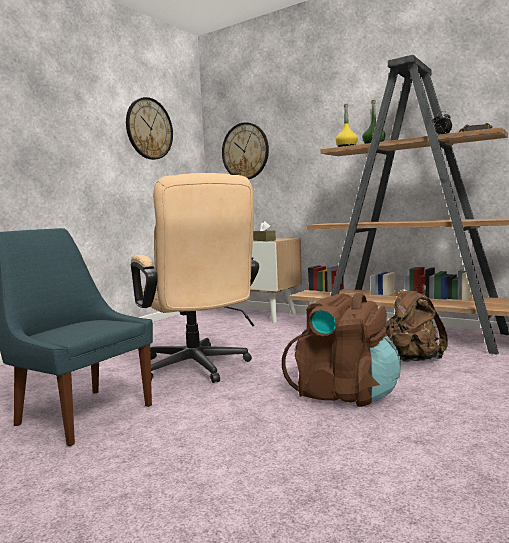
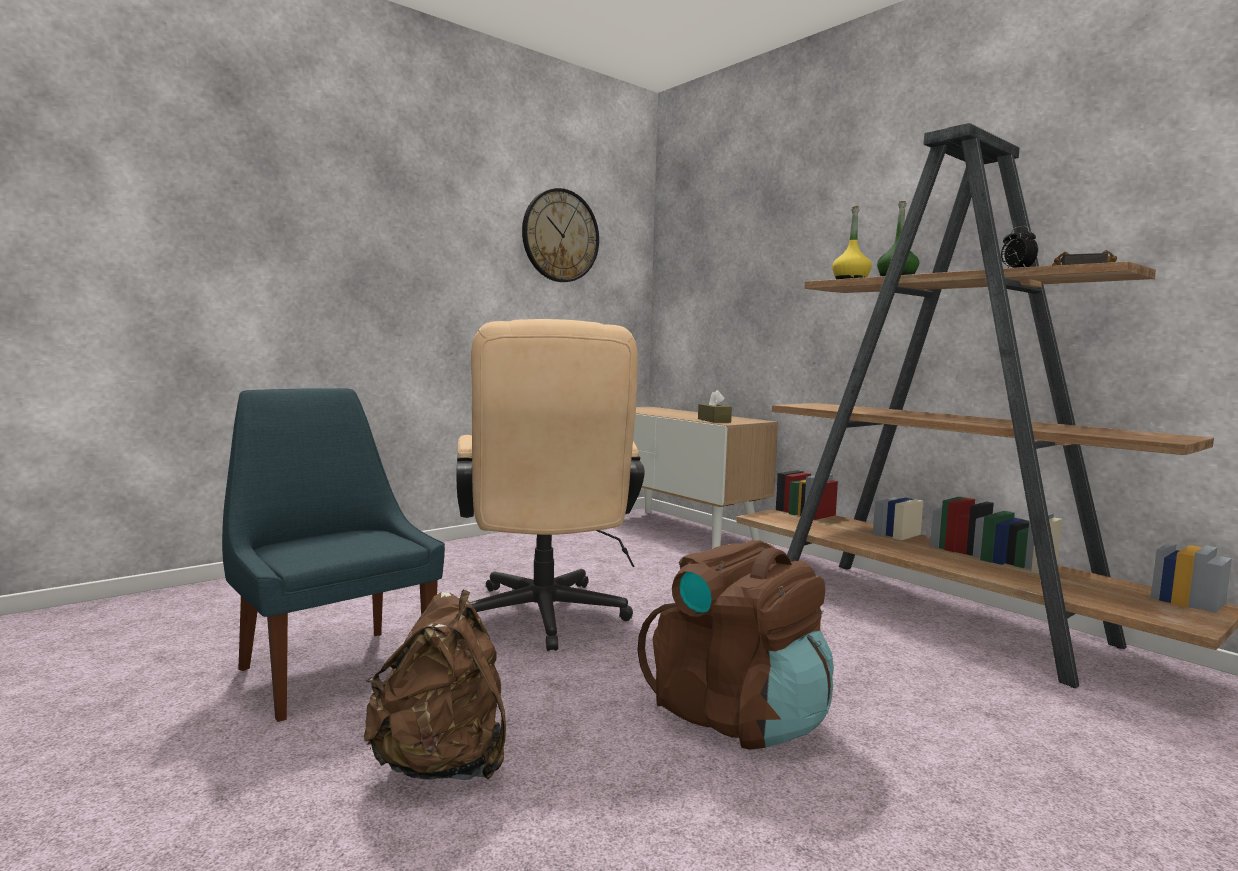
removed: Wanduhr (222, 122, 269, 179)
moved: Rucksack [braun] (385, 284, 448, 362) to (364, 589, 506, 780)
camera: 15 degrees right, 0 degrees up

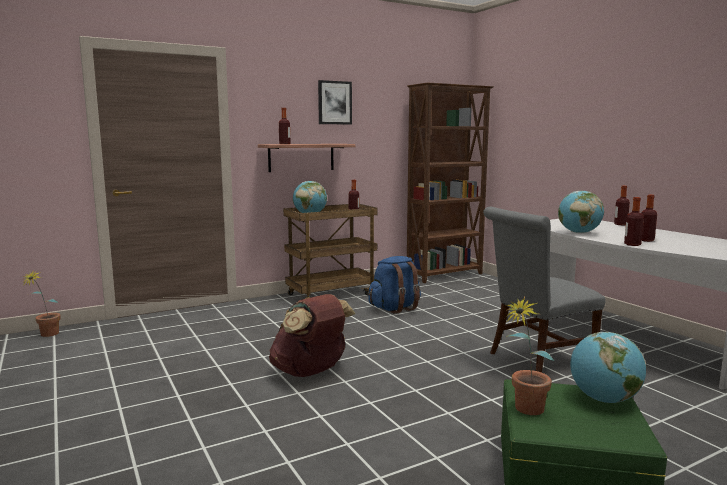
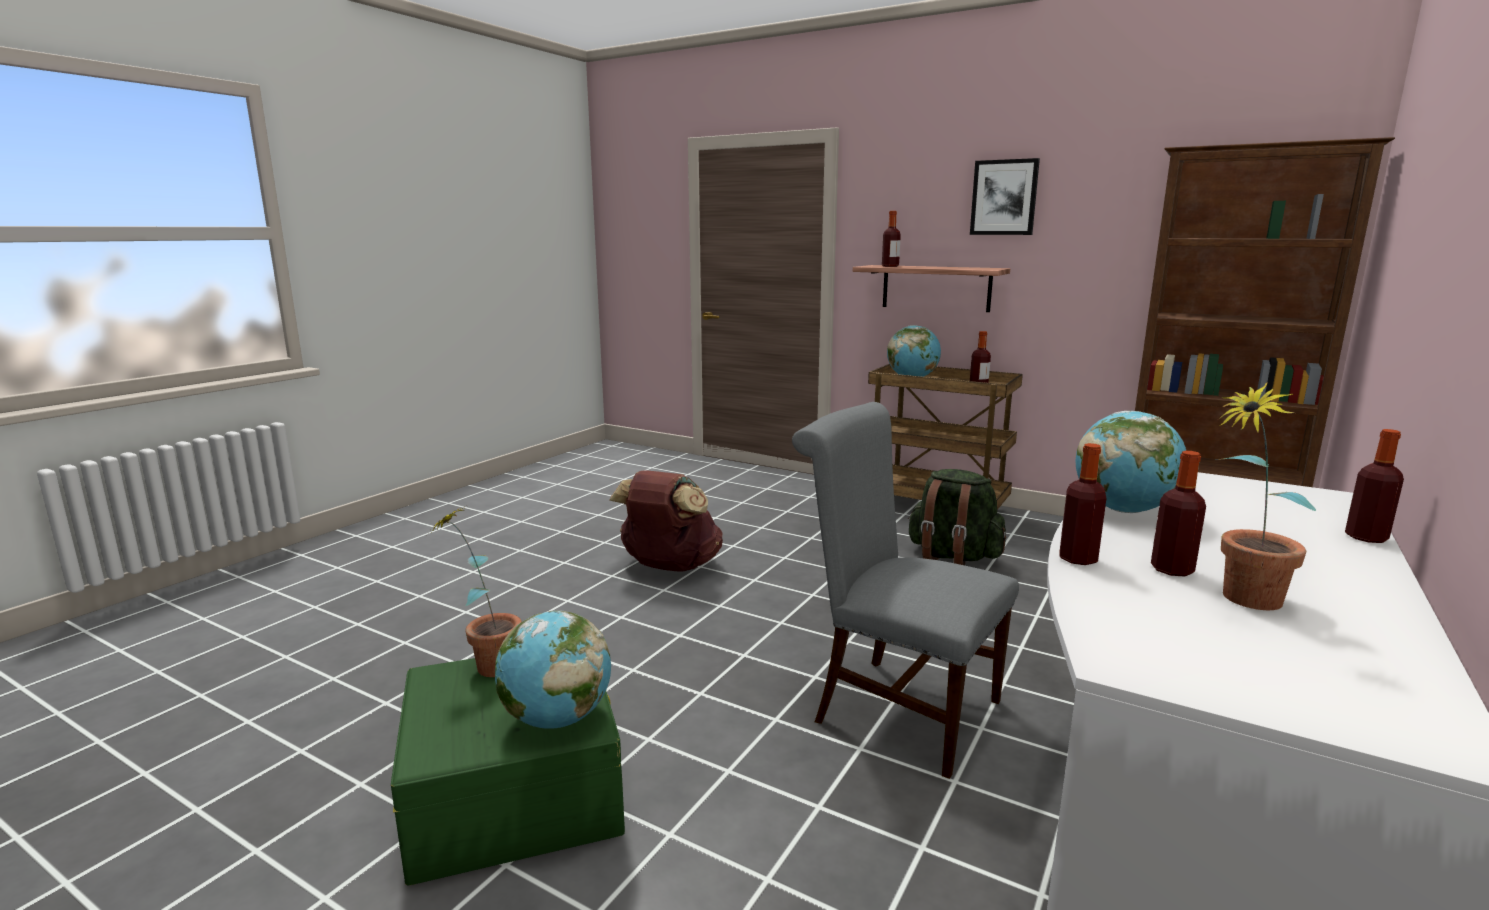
moved: Topfpflanze (22, 271, 61, 337) to (1217, 382, 1316, 610)
recoloured: Rucksack [blau] (368, 256, 421, 314) to Rucksack [grün] (908, 469, 1006, 565)
camera: 60 degrees right, 5 degrees up

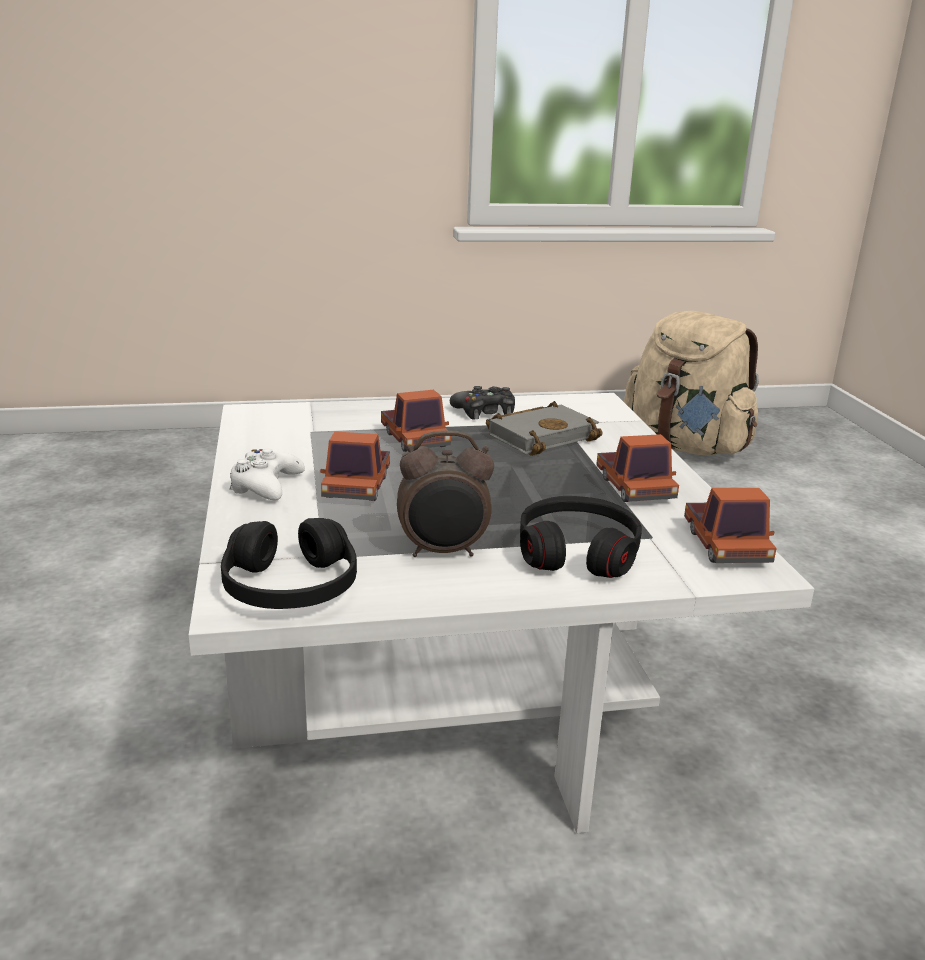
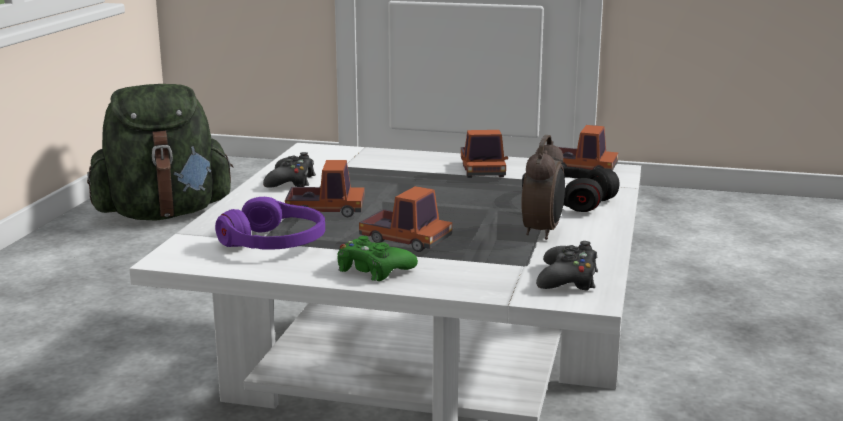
removed: Buch [grau] (486, 401, 603, 456)
added: Kopfhörer [lila] (215, 197, 325, 250)
replaced: Kopfhörer [schwarz] (221, 518, 357, 609) to Gamepad [schwarz] (536, 241, 598, 290)
recoloured: Rucksack [beige] (624, 311, 759, 456) to Rucksack [grün] (87, 84, 234, 221); Gamepad [weiß] (230, 448, 305, 500) to Gamepad [grün] (337, 236, 418, 281)
turned: Spielzeuglaster (596, 434, 679, 502) = (461, 130, 508, 178) 75 degrees clockwise
camera: 65 degrees left, 5 degrees down

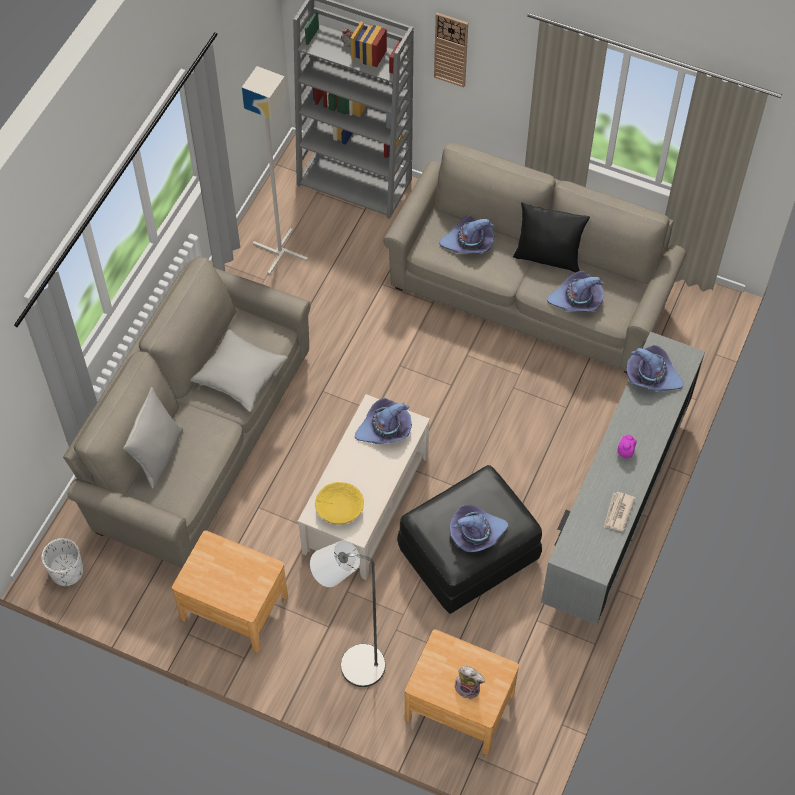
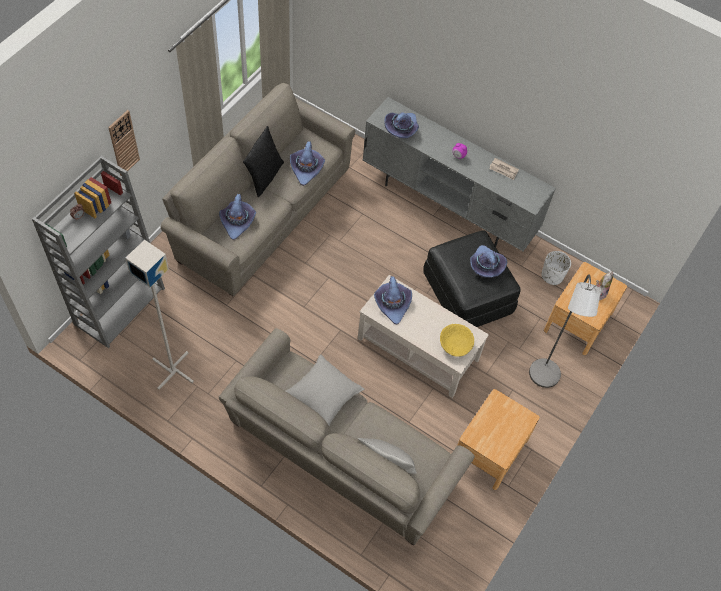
moved: Pflanzkübel [weiß] (42, 538, 83, 586) to (541, 251, 571, 285)
camera: 85 degrees left, 0 degrees up

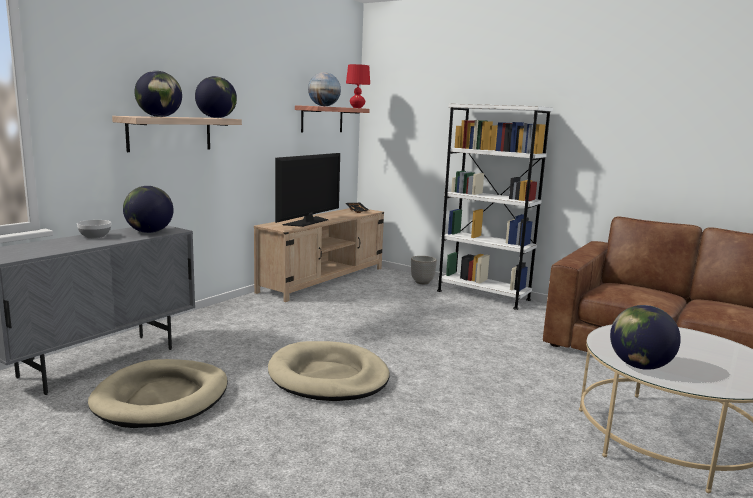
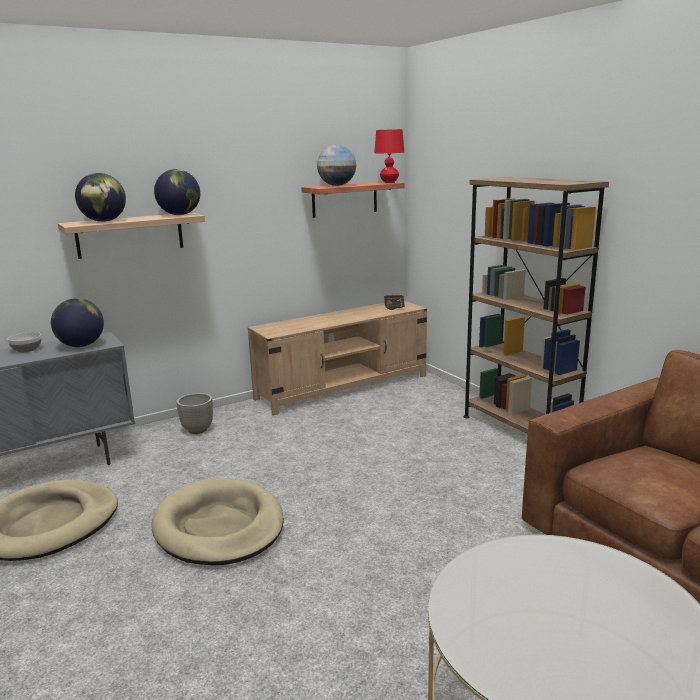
removed: Fernseher (275, 153, 340, 227); Globus (610, 305, 681, 370)
moved: Pflanzkübel (411, 256, 437, 284) to (177, 393, 213, 434)
recoloured: Bücherregal [weiß] (437, 104, 553, 310) to Bücherregal [braun] (464, 177, 609, 434)
camera: 25 degrees right, 5 degrees up

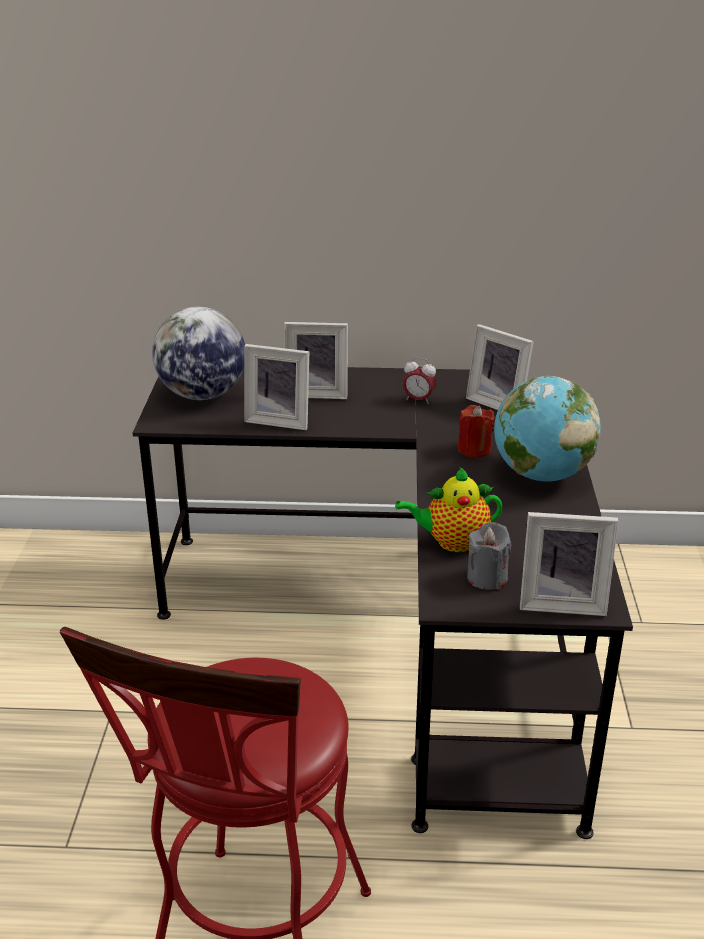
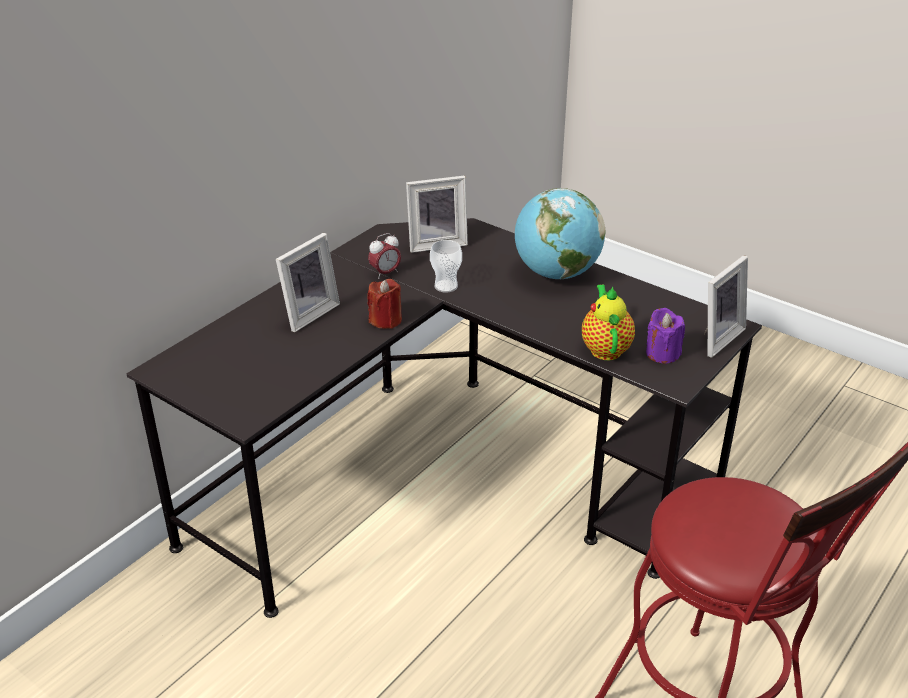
removed: Globus (152, 307, 245, 400); Bilderrahmen (245, 344, 309, 430)
added: Tasse (430, 240, 462, 293)
moved: Kerze [rot] (458, 405, 495, 457) to (367, 279, 402, 329)
recoloured: Kerze [grau] (467, 522, 511, 590) to Kerze [lila] (646, 308, 685, 364)
turned: Teekanne (395, 467, 503, 552) = (582, 285, 635, 360) 150 degrees clockwise
camera: 55 degrees left, 5 degrees up

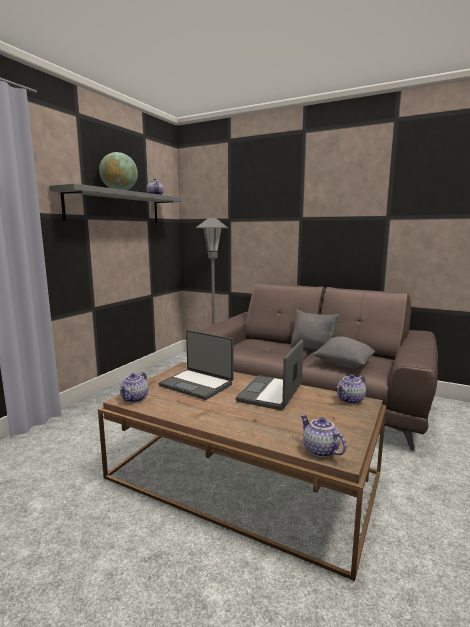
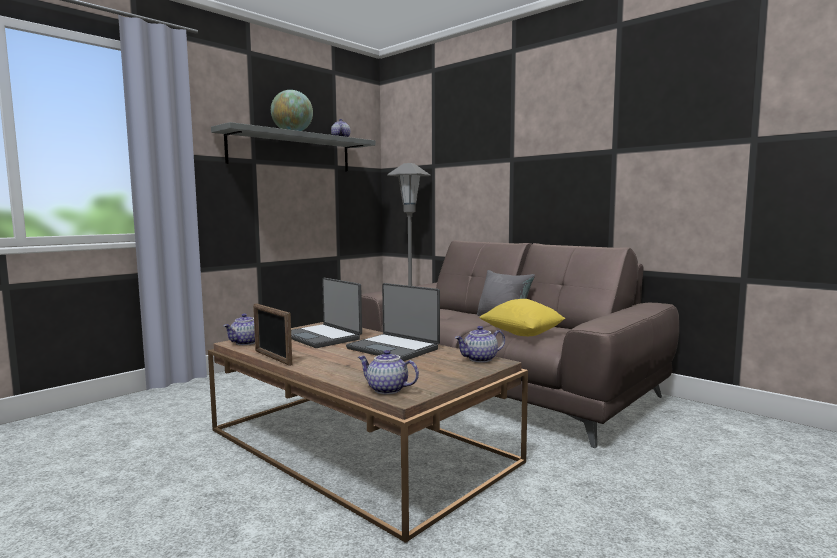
added: Bilderrahmen (253, 303, 292, 366)
recoloured: Kissen [grau] (312, 336, 375, 368) to Kissen [gelb] (479, 299, 565, 336)
turned: Laptop (236, 340, 304, 410) = (346, 283, 440, 361) 90 degrees counterclockwise; Teekanne (300, 414, 347, 457) = (358, 350, 419, 394) 45 degrees counterclockwise
camera: 15 degrees right, 5 degrees down

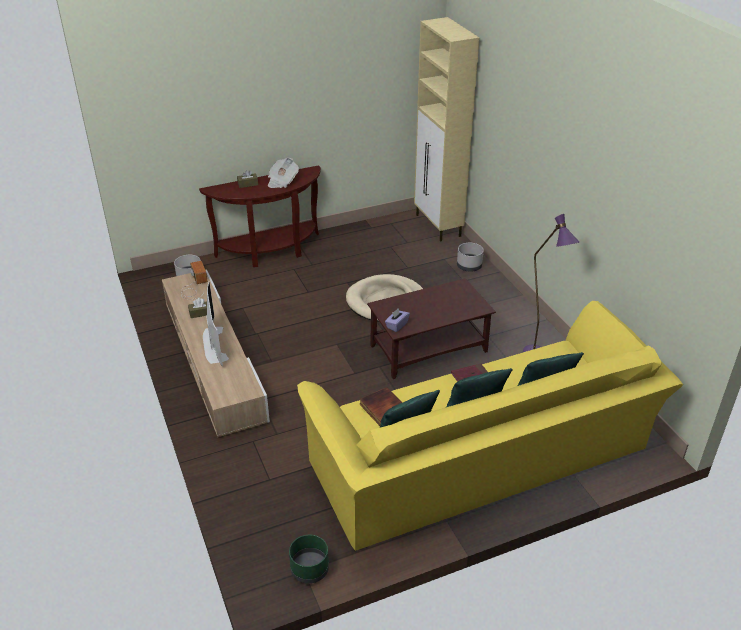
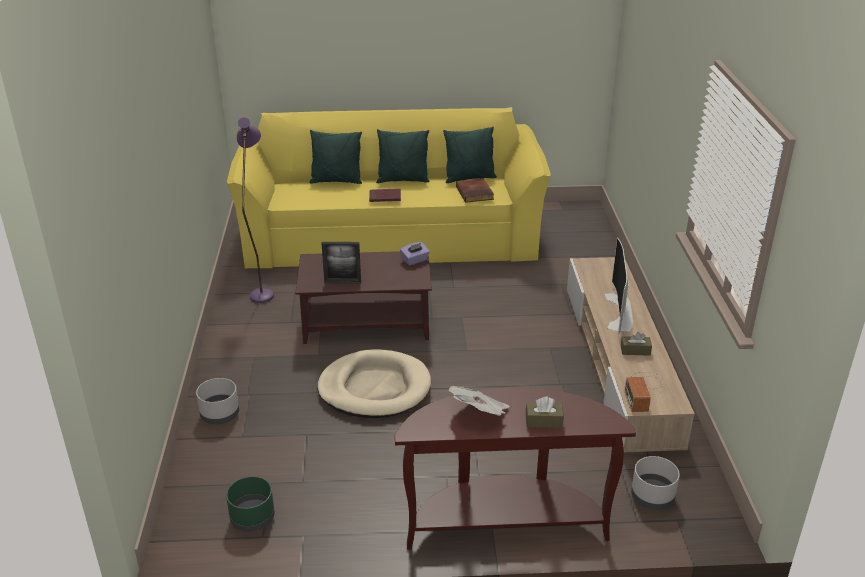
removed: Schrank [beige] (414, 17, 479, 242)
added: Bilderrahmen (321, 242, 361, 284)
moved: Pflanzkübel [grün] (289, 535, 329, 584) to (226, 476, 275, 532)
camera: 160 degrees left, 5 degrees down

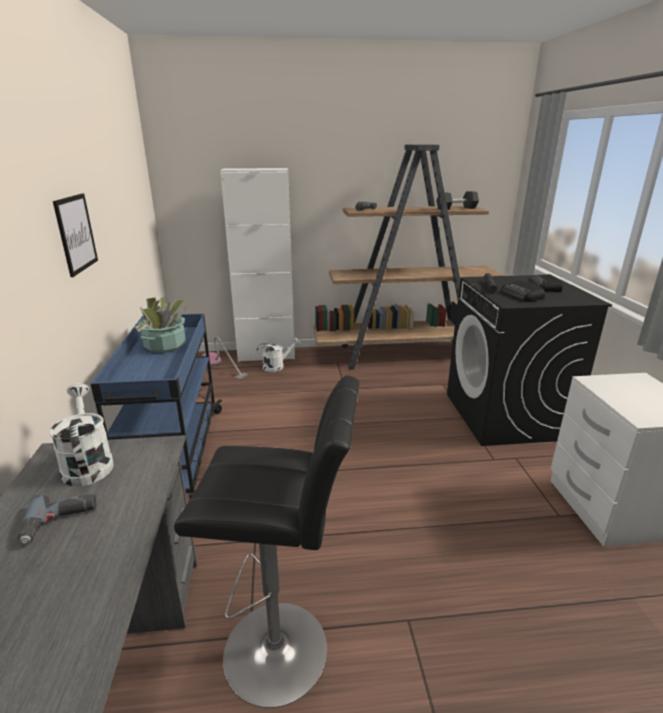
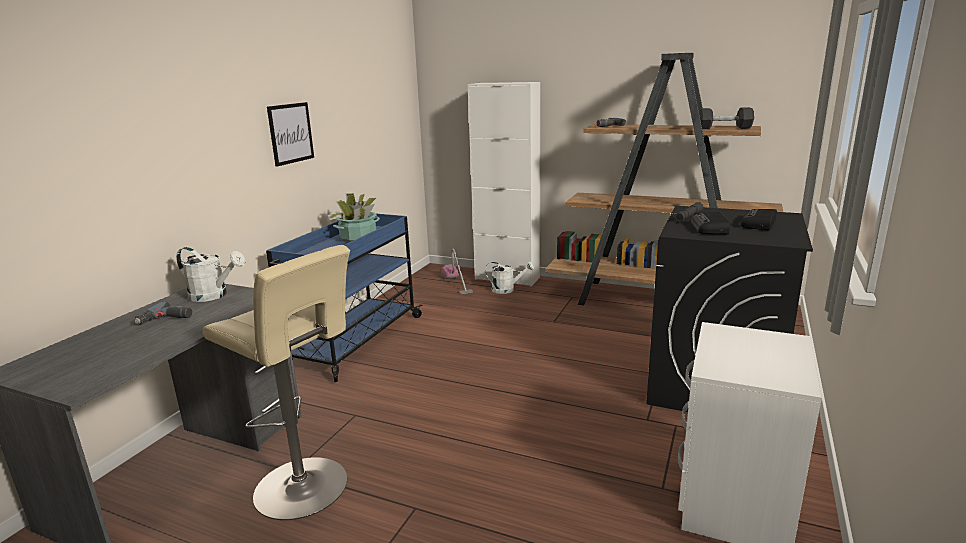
recoloured: Hocker [schwarz] (174, 375, 359, 708) to Hocker [beige] (203, 245, 350, 520)
turned: Gießkanne [weiß] (50, 383, 114, 486) = (176, 247, 246, 302) 105 degrees clockwise
camera: 30 degrees right, 5 degrees down

